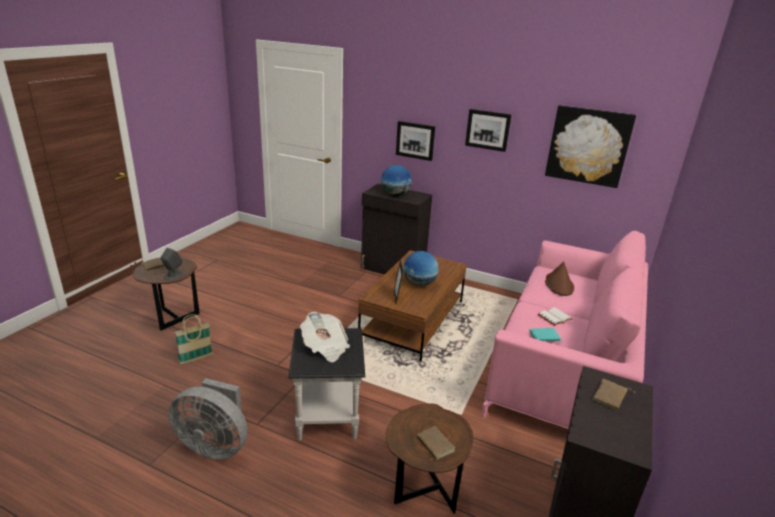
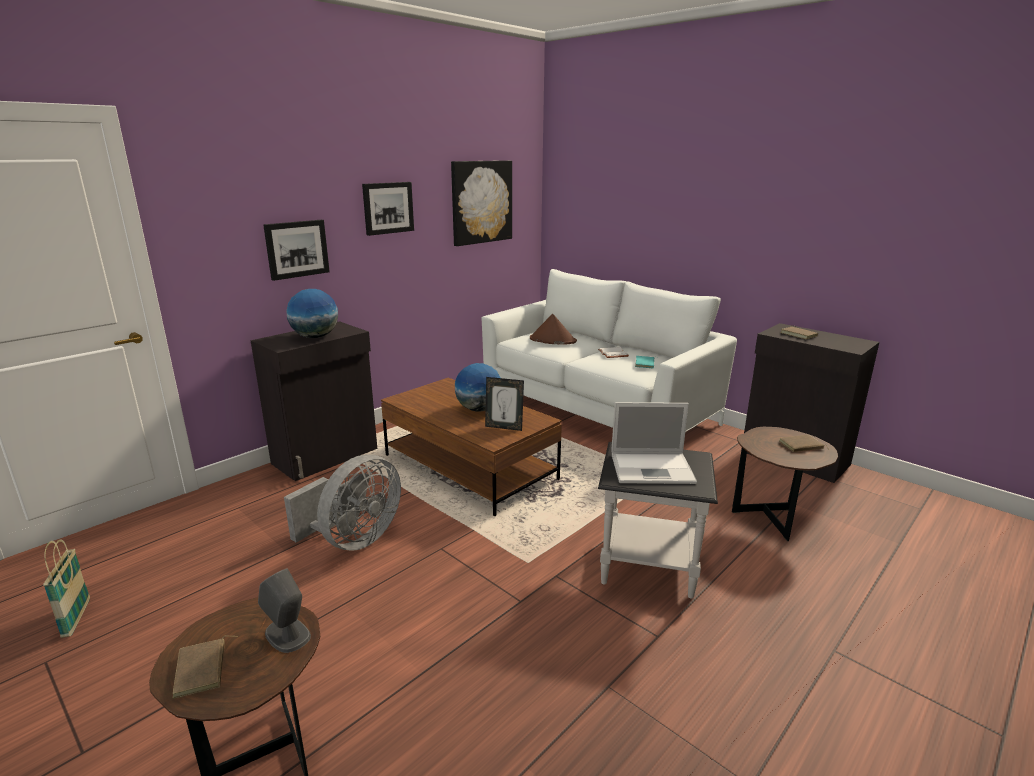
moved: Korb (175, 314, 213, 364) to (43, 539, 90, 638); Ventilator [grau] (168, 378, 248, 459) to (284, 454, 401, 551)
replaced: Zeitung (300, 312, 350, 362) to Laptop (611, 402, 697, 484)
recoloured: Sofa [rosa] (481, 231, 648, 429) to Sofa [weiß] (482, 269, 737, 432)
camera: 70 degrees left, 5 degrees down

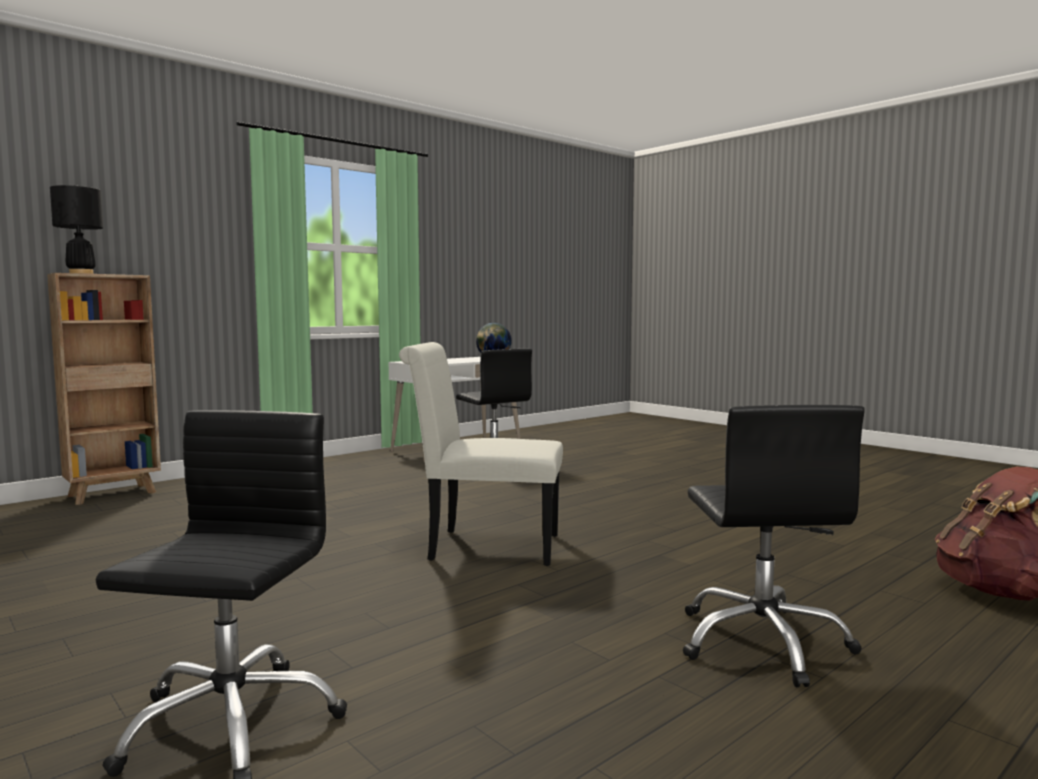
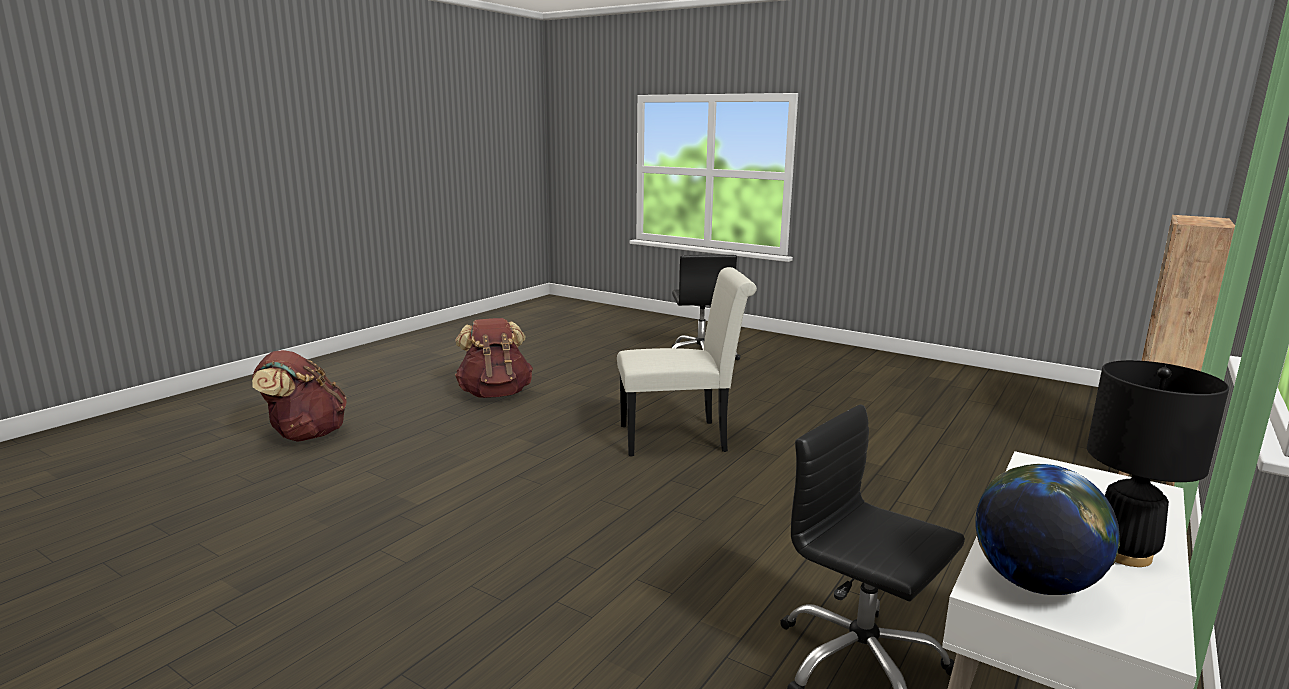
moved: Tischlampe [schwarz] (50, 185, 103, 274) to (1087, 360, 1229, 567)
replaced: Bürostuhl [schwarz] (683, 405, 865, 687) to Rucksack [braun] (455, 318, 533, 398)
camera: 165 degrees right, 10 degrees up

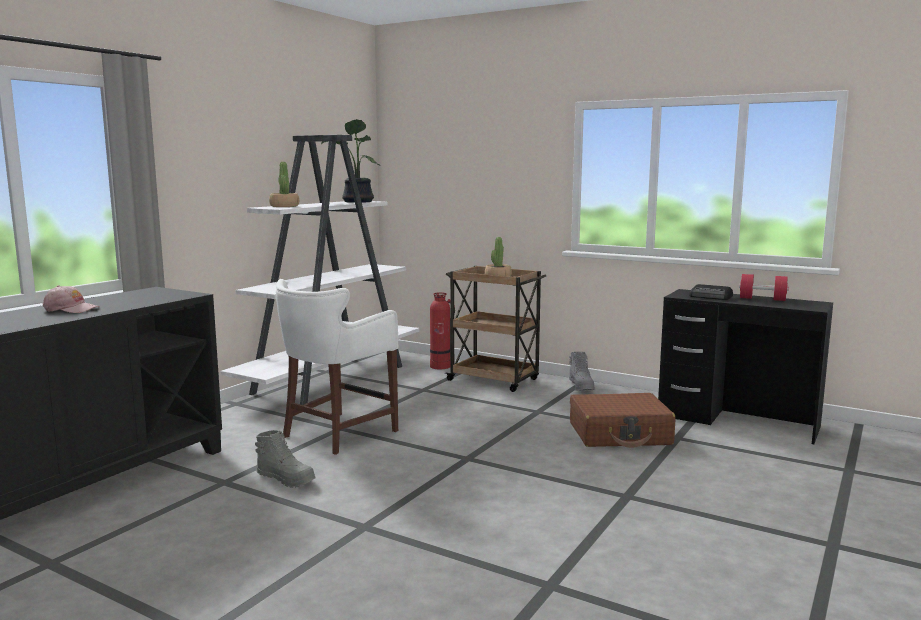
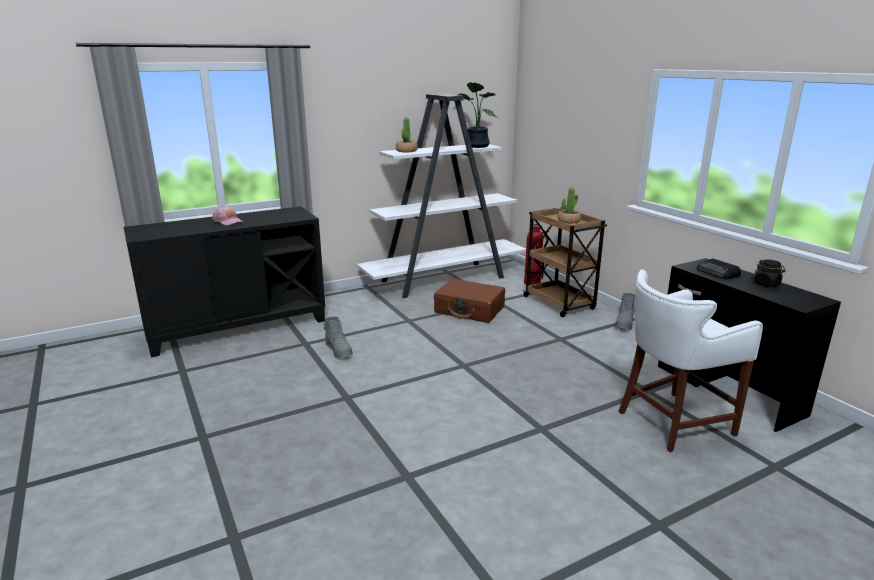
moved: Hocker [weiß] (276, 279, 398, 455) to (618, 269, 763, 453); Koffer [braun] (570, 393, 675, 448) to (434, 279, 505, 323)
replaced: Hantel [rot] (739, 274, 789, 301) to Vorratsglas [schwarz] (754, 260, 785, 287)
camera: 30 degrees right, 10 degrees up

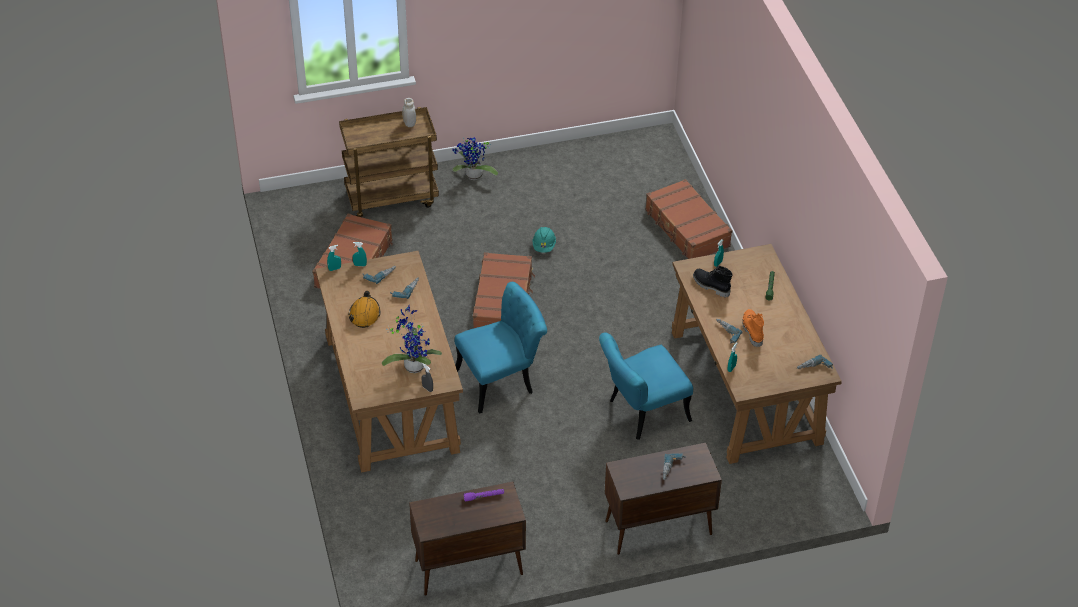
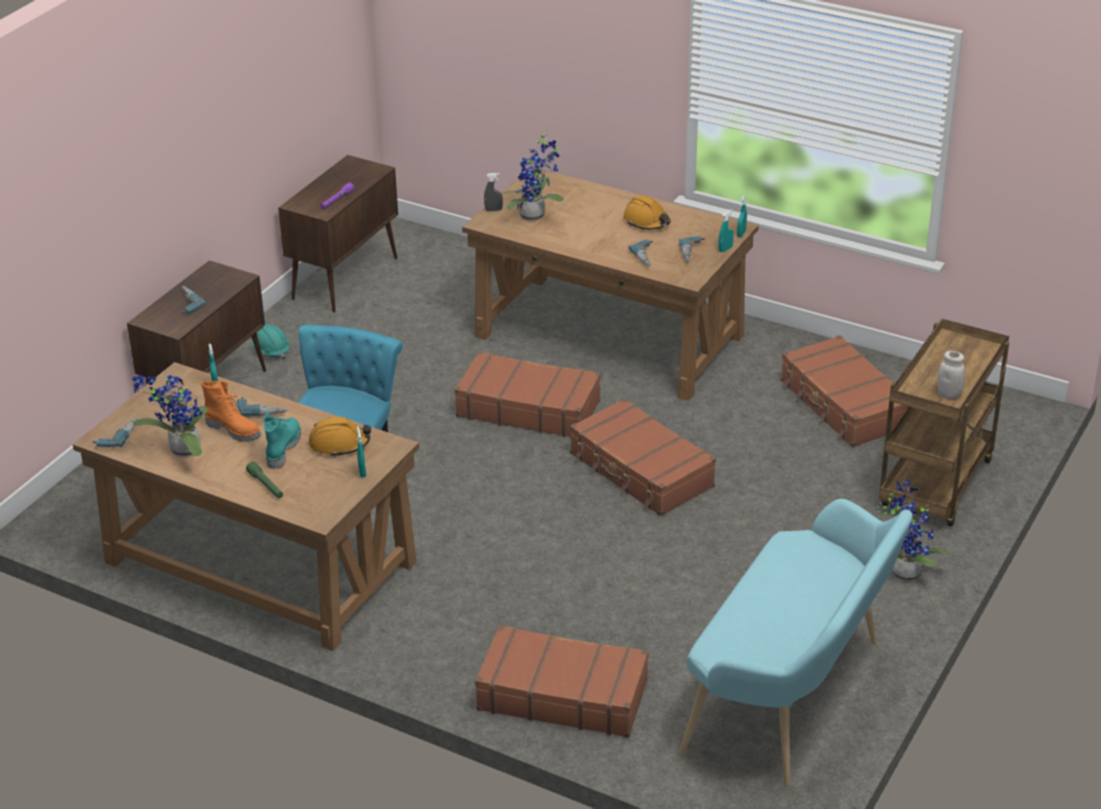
added: Topfpflanze (132, 372, 208, 457); Stiefel [türkis] (263, 413, 301, 469); Bank [türkis] (679, 499, 913, 786)
moved: Schutzhelm [türkis] (533, 227, 556, 253) to (251, 324, 290, 360)
replaced: Stiefel [schwarz] (693, 266, 733, 297) to Schutzhelm [orange] (309, 417, 371, 457); Stuhl [türkis] (455, 282, 547, 414) to Koffer [braun] (455, 352, 601, 437)
camera: 135 degrees right, 10 degrees down

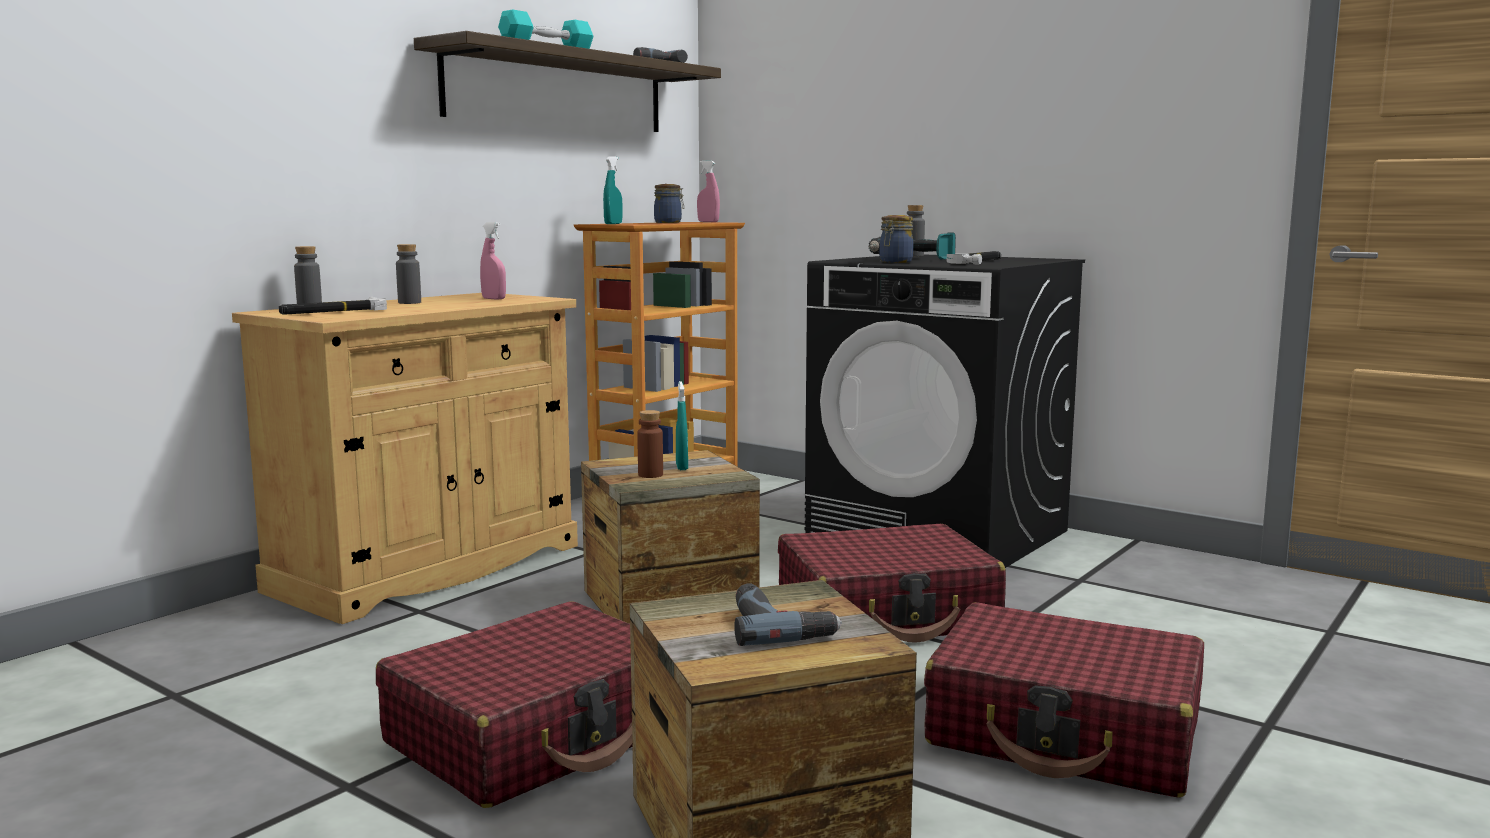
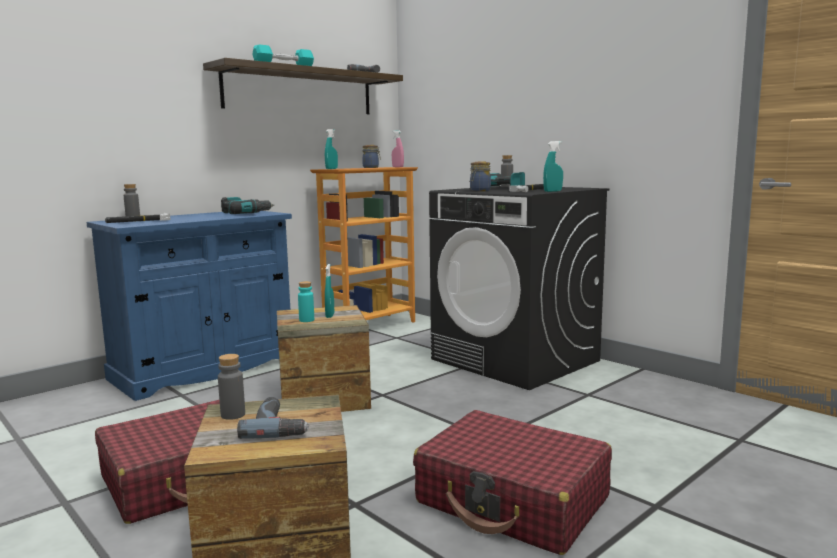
removed: Koffer [rot] (778, 524, 1006, 643)
added: Sprühflasche [türkis] (543, 141, 563, 192)
moved: Flasche [grau] (396, 244, 421, 304) to (218, 354, 245, 420)
replaced: Sprühflasche [rosa] (480, 222, 506, 300) to Bohrmaschine (221, 197, 274, 214)
recoloured: Schrank [beige] (232, 293, 578, 624) to Schrank [blau] (87, 211, 292, 401); Flasche [braun] (637, 410, 663, 478) to Flasche [türkis] (298, 281, 314, 322)
camera: 10 degrees right, 0 degrees up

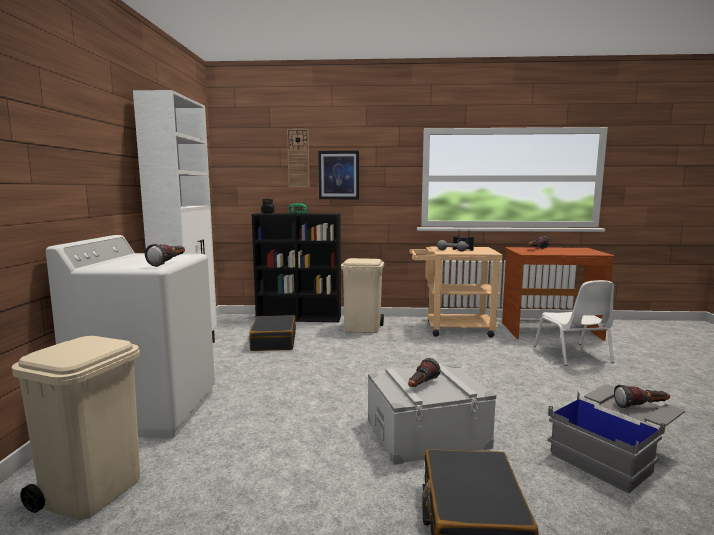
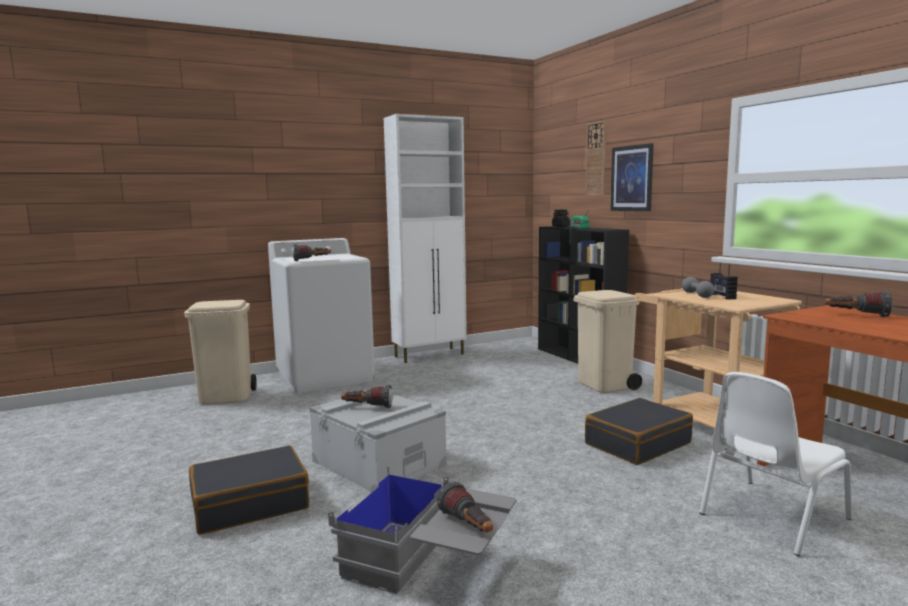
moved: Koffer [schwarz] (249, 315, 296, 351) to (585, 398, 693, 465)
camera: 60 degrees right, 0 degrees up

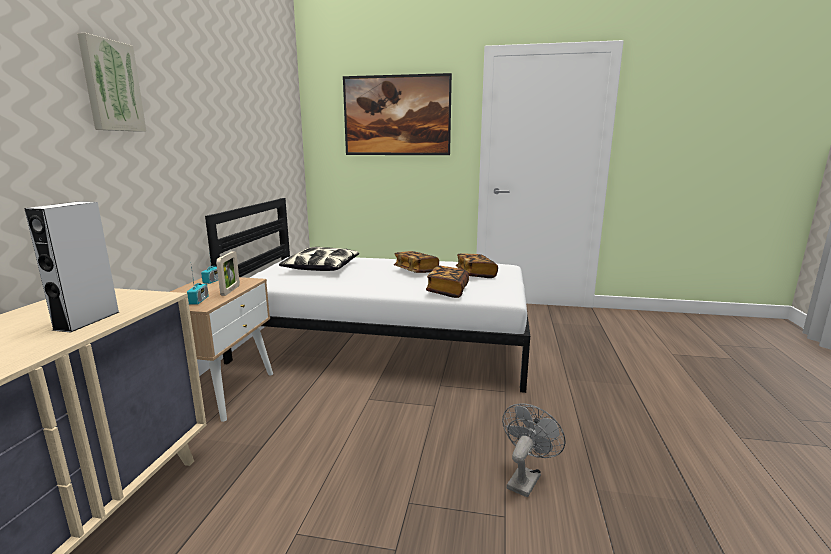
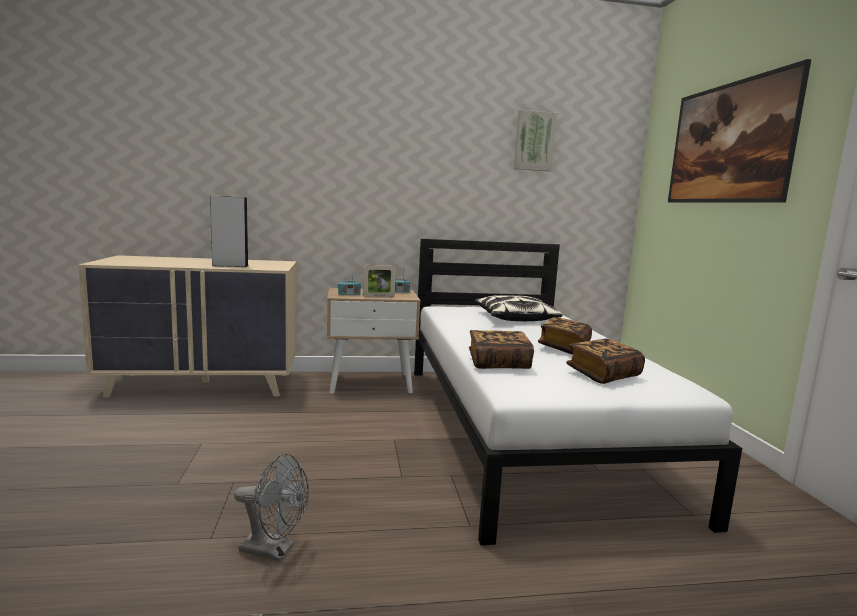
moved: Bild (77, 33, 147, 132) to (514, 110, 557, 171)
camera: 70 degrees right, 5 degrees down

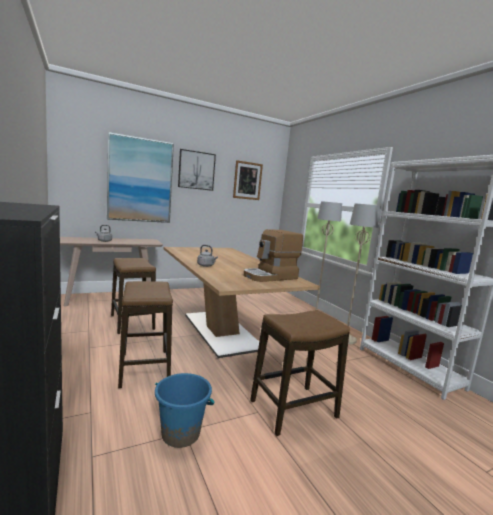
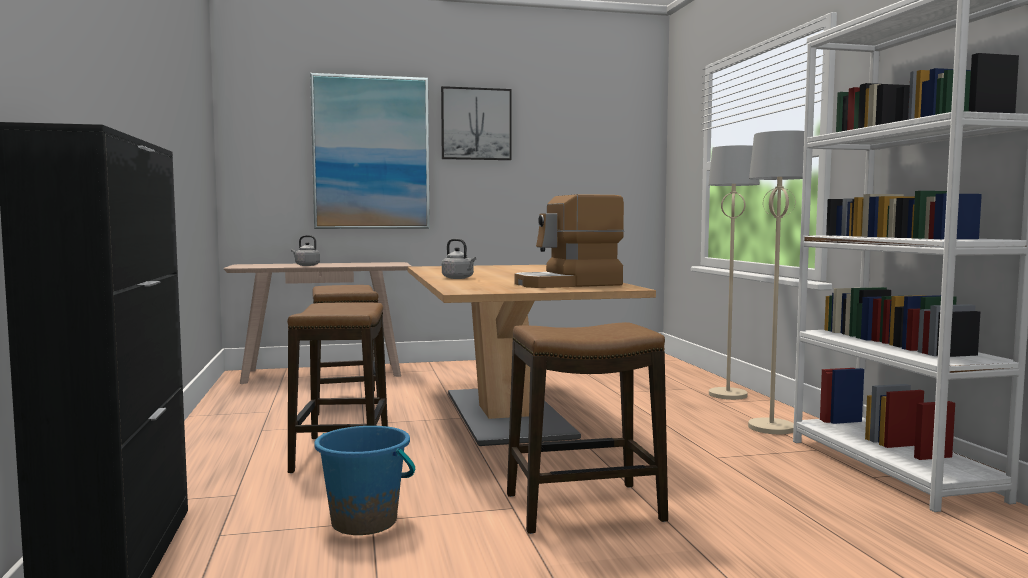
removed: Bild (233, 160, 263, 200)
camera: 15 degrees right, 5 degrees down

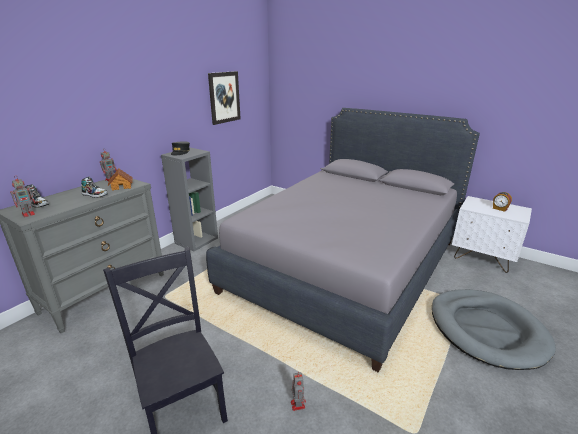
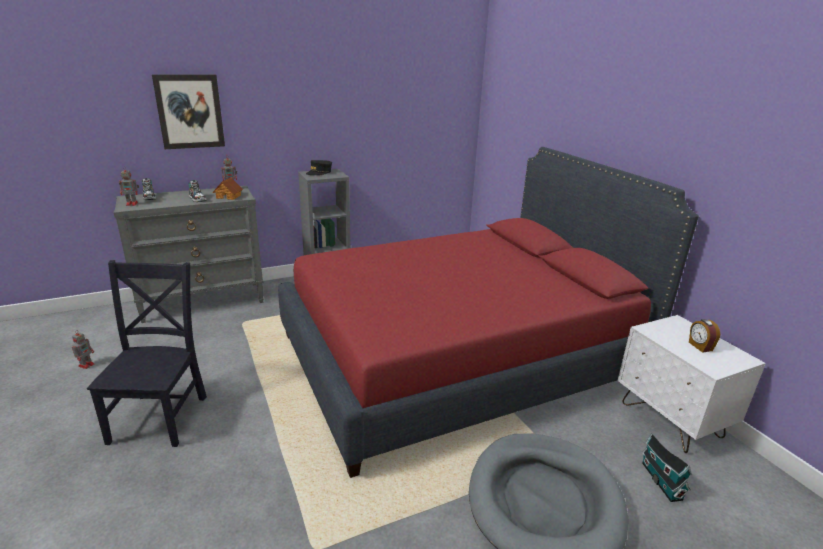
added: Spielzeughaus (642, 433, 692, 502)
moved: Bild (208, 71, 241, 125) to (152, 74, 225, 149); Spielzeugroboter (291, 372, 306, 411) to (72, 330, 94, 369)
recoloured: Bett [grau] (206, 108, 480, 373) to Bett [rot] (278, 147, 699, 478)
camera: 30 degrees right, 0 degrees up

